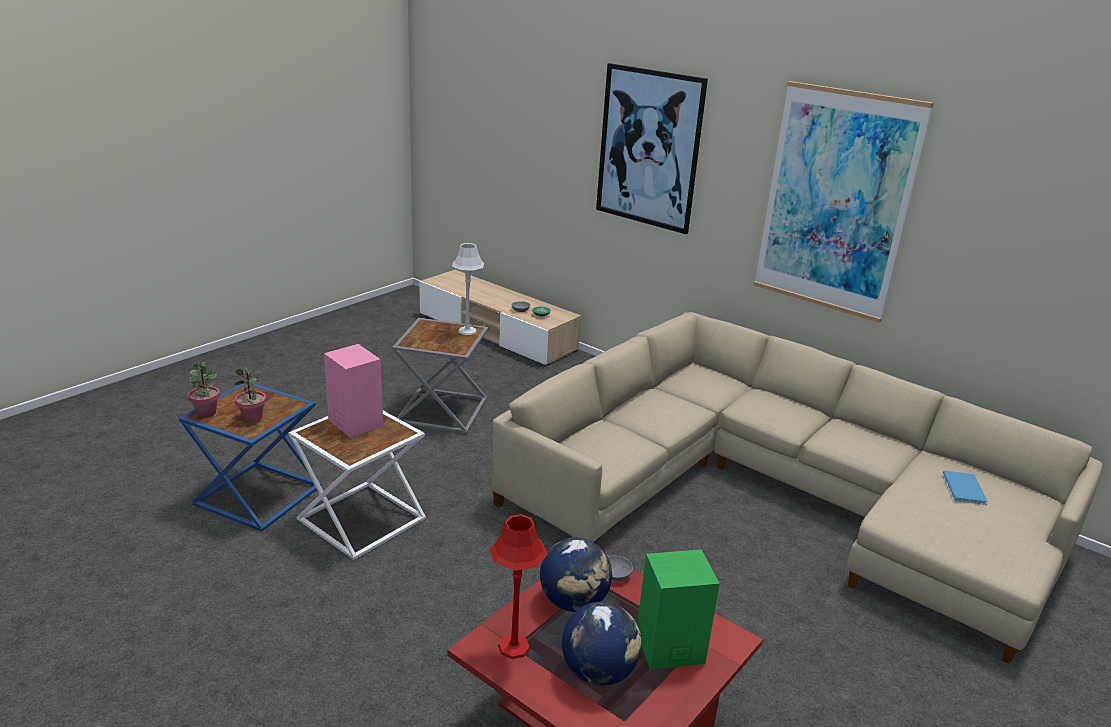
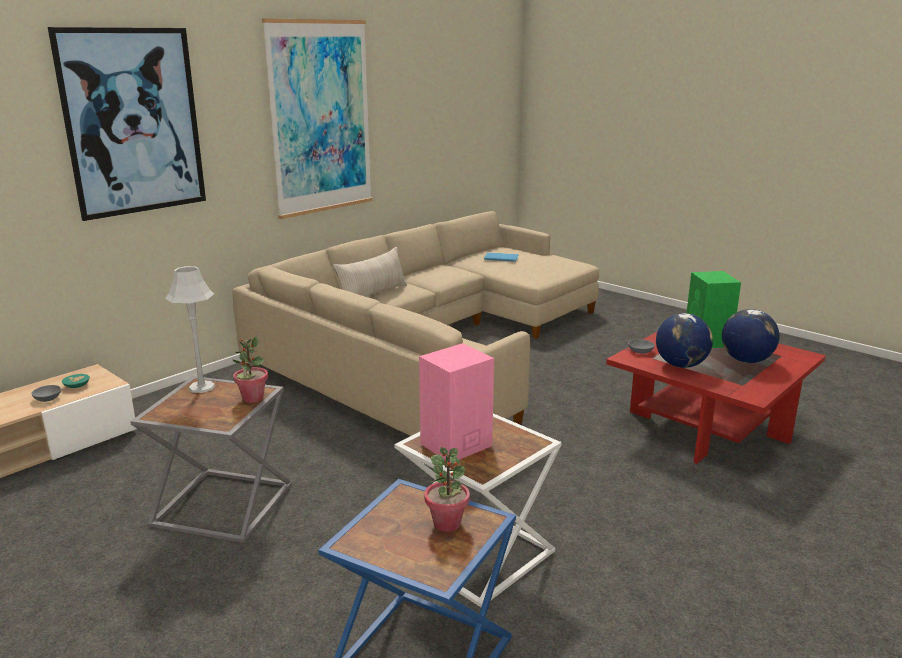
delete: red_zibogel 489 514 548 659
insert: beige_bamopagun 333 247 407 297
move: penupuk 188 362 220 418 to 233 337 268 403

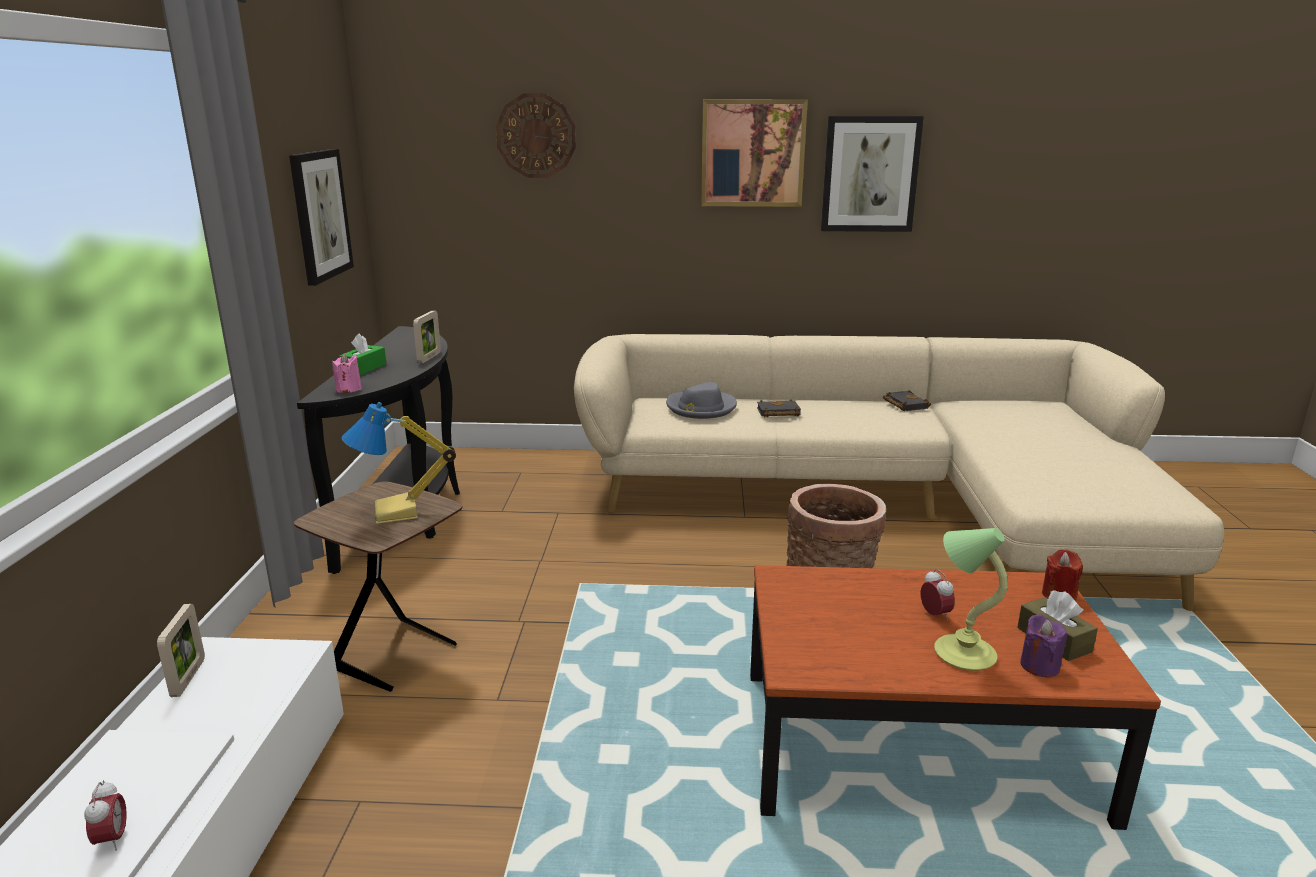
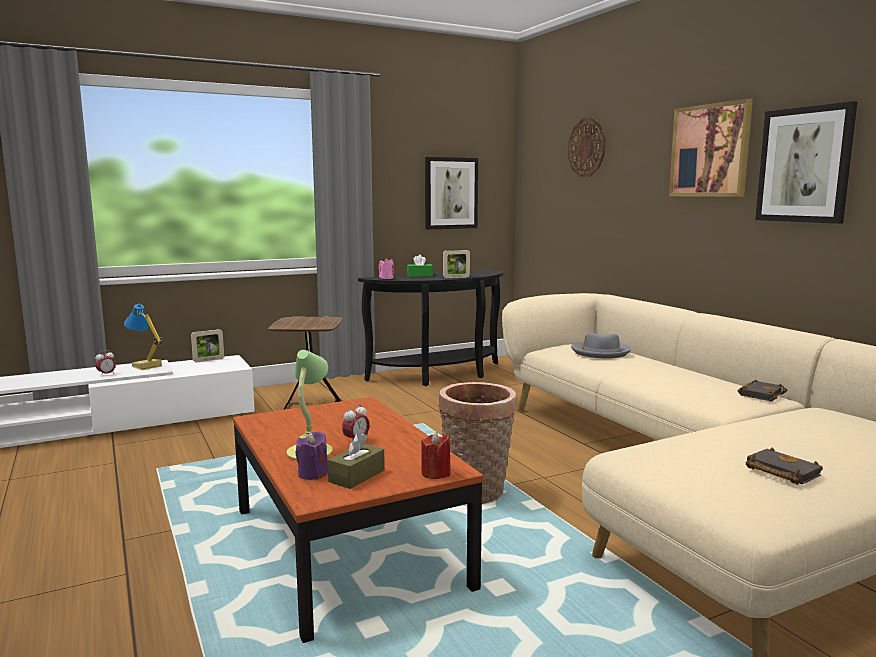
move: zibogel 341 402 456 524 to 124 304 163 370; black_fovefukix 757 399 801 417 to 745 448 823 485

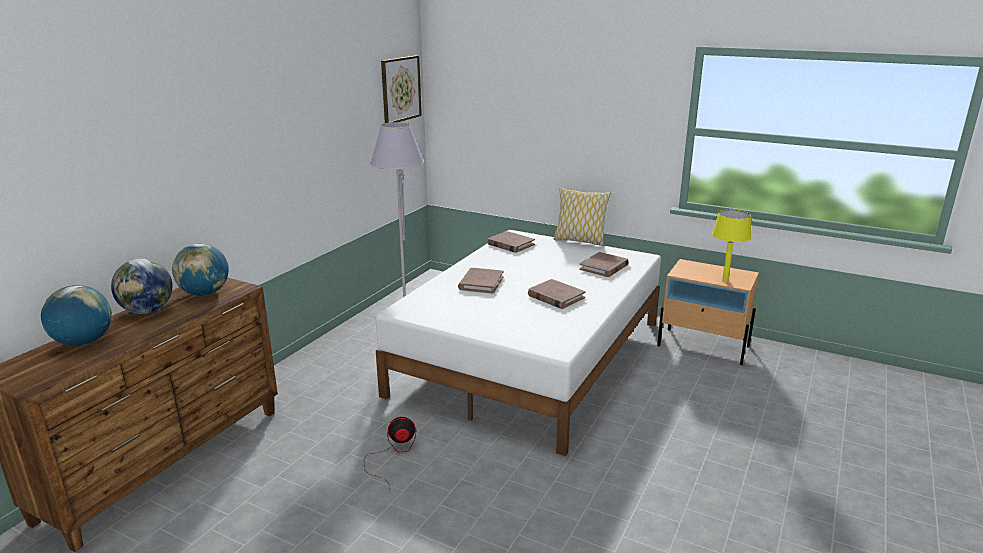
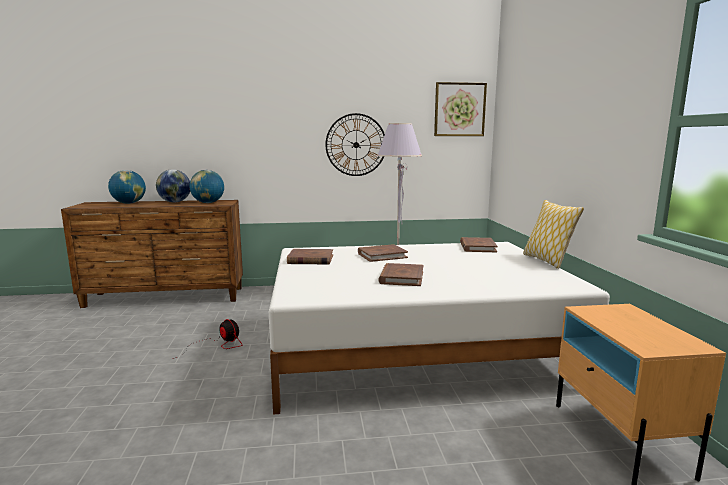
delete: yellow_zibogel 712 210 752 282
insert: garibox 325 113 385 176
move: brown_fovefukix 579 252 629 277 to 287 249 333 264

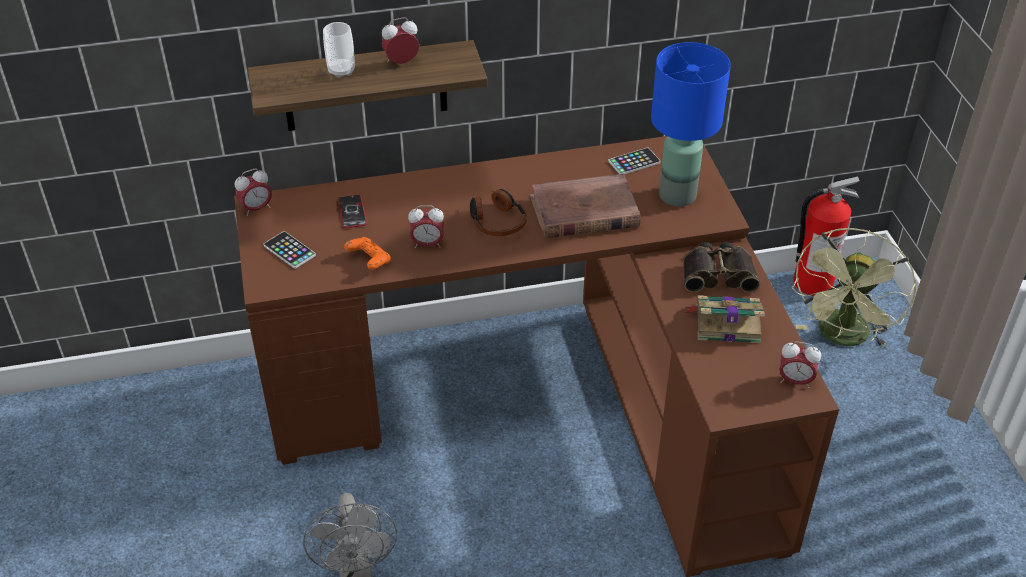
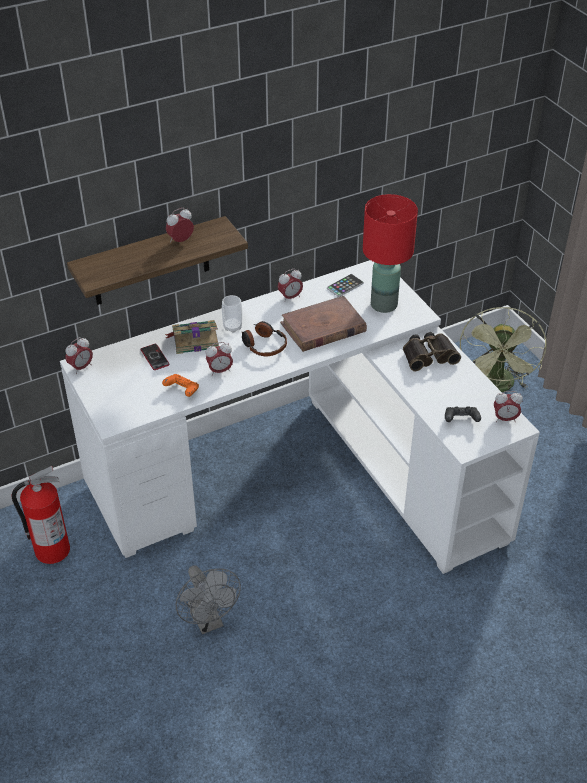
delete: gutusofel 263 231 316 269
insert: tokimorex 278 269 303 302; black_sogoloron 445 406 481 422
move: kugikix 323 22 355 78 to 222 295 242 333; fovefukix 685 295 765 343 to 165 320 219 354; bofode 793 177 860 296 to 12 466 70 564
recolor: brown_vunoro 234 136 839 577 to white_vunoro 60 260 540 574; blue_zibogel 651 42 731 206 to red_zibogel 363 194 418 313

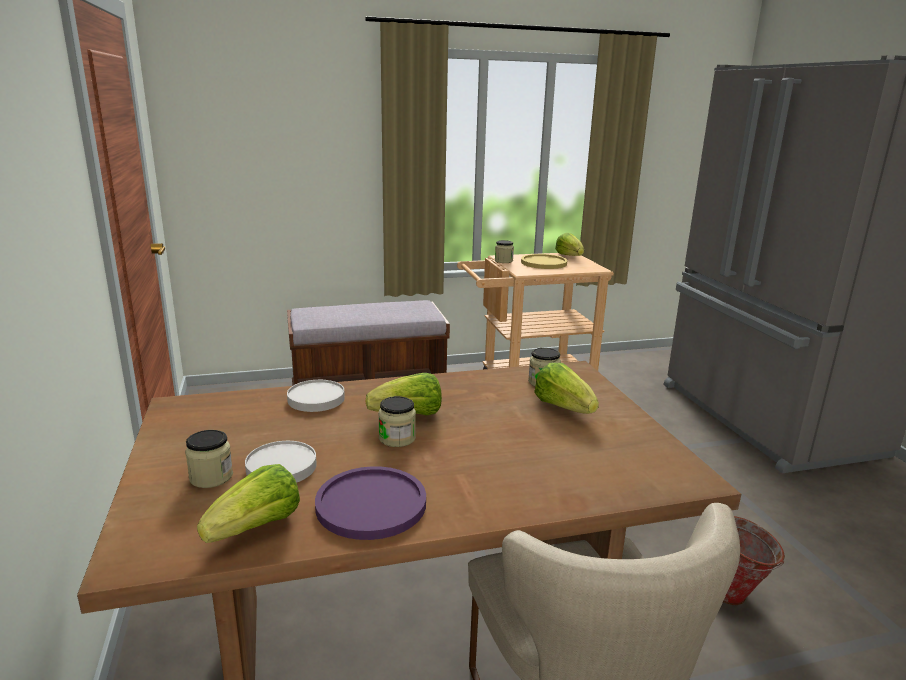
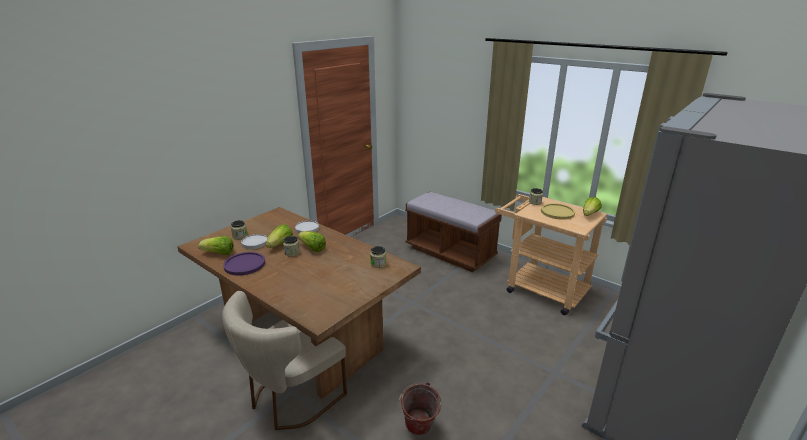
move: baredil 534 363 599 414 to 266 224 293 248

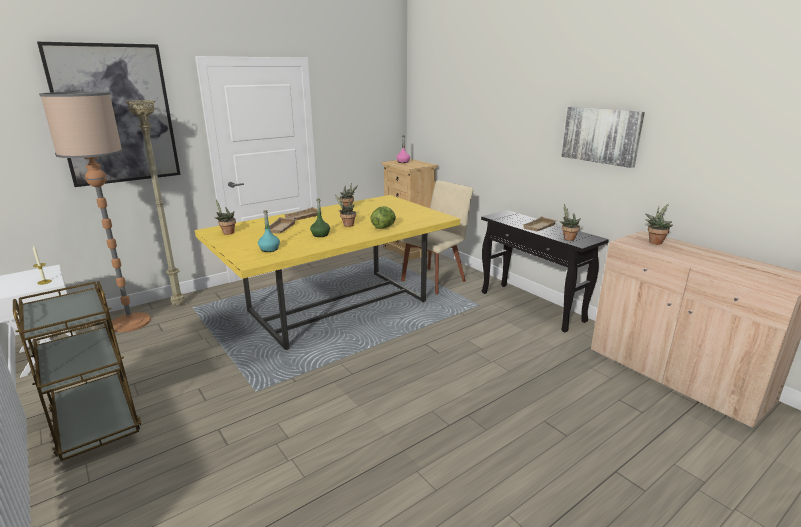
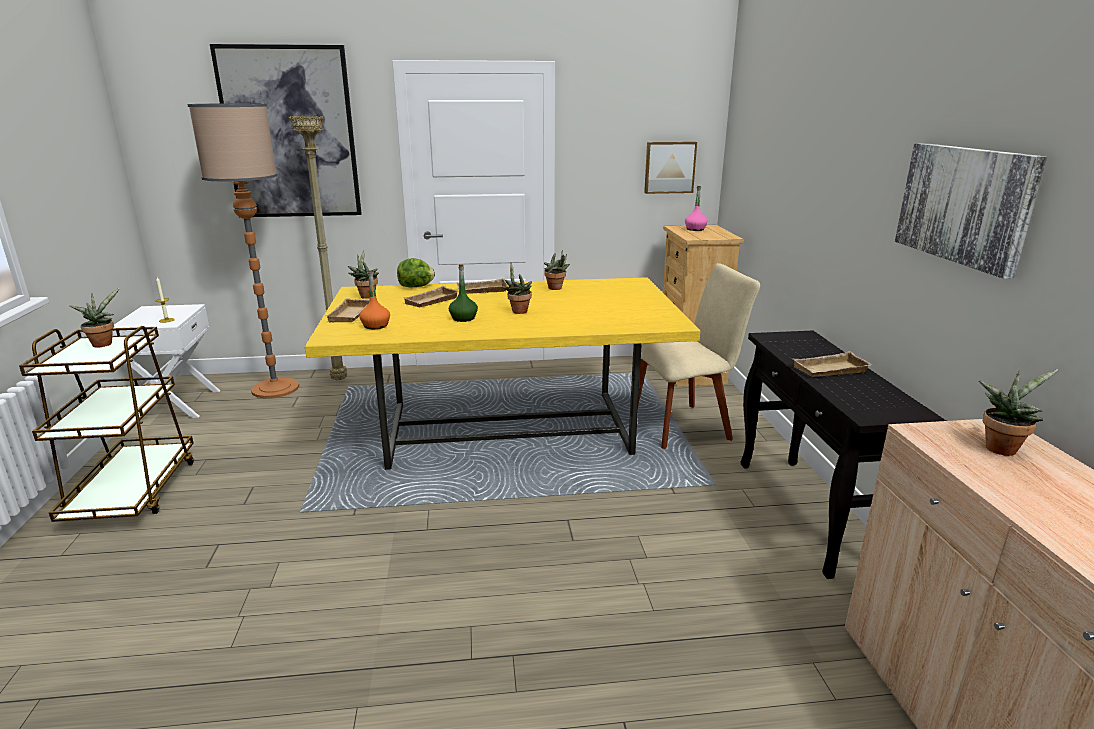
insert: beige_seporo 327 298 370 322; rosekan 644 142 697 194
move: baredil 370 206 396 229 to 397 258 435 287; penupuk 560 204 581 241 to 70 288 120 348
recolor: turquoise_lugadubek 258 210 280 252 to orange_lugadubek 359 270 390 329

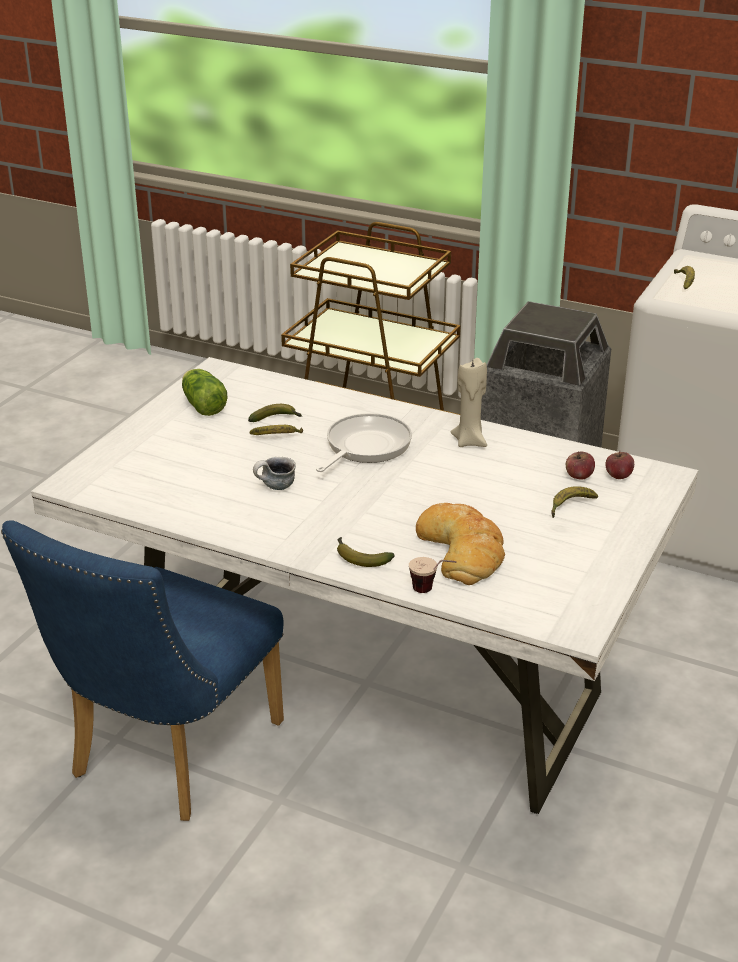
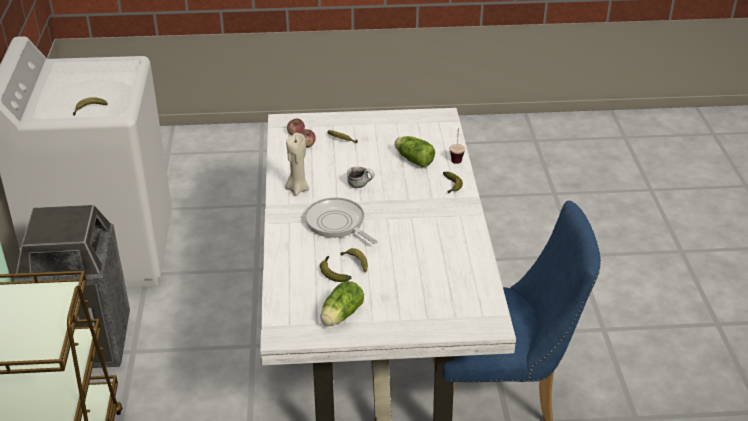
move: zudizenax 253 457 296 490 to 347 167 374 188
replace: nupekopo 416 503 505 585 to baredil 394 136 435 167
rotate: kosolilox 316 413 412 472 = 305 198 378 244 45 degrees clockwise

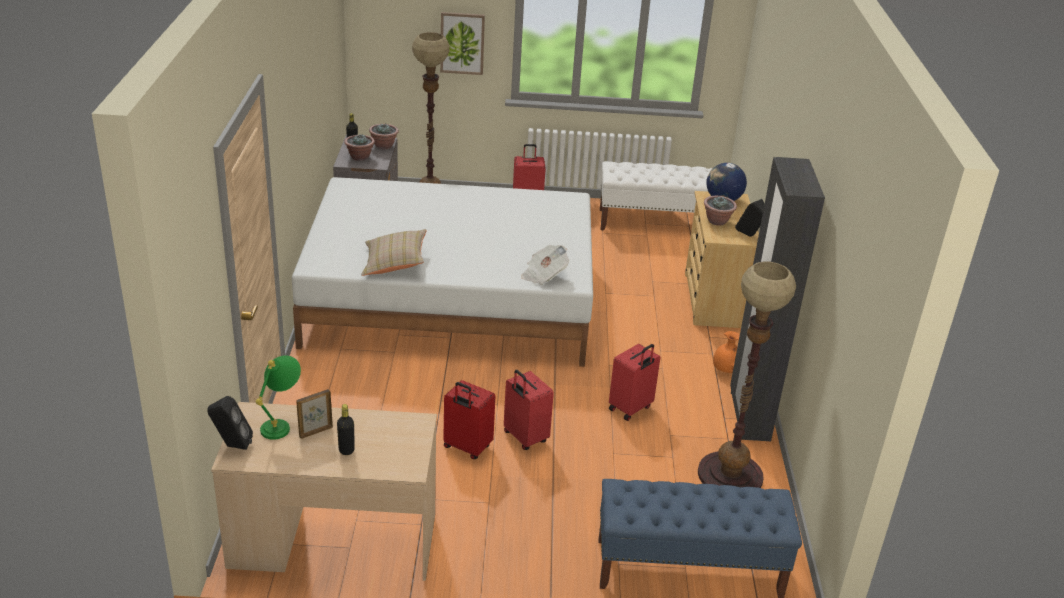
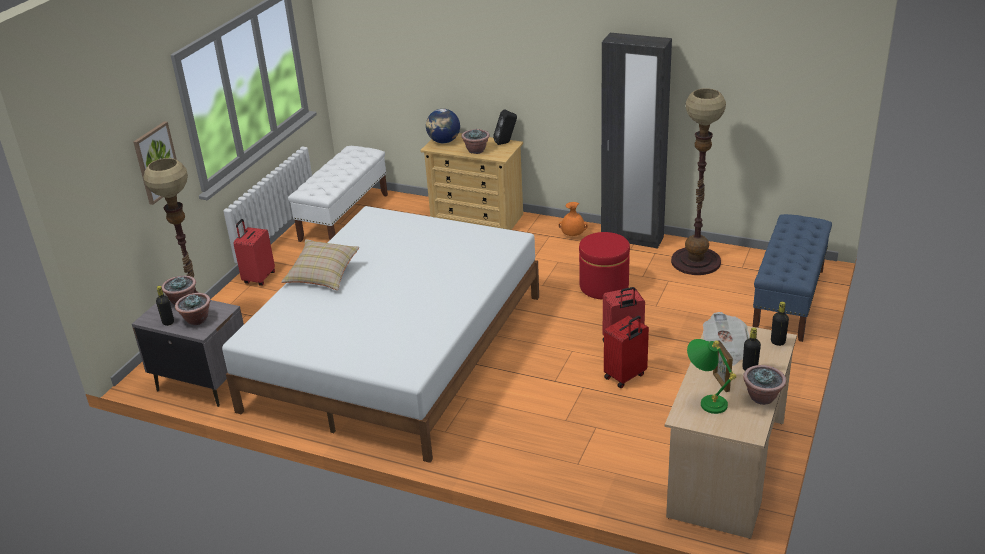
delete: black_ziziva 207 396 253 450
insert: penupuk 743 365 786 405; black_lugadubek 771 302 789 346
move: beige_bamopagun 361 229 427 276 to 281 239 359 290; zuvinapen 521 245 569 285 to 703 312 749 366
replace: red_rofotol 609 344 660 421 to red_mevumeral 579 232 630 300

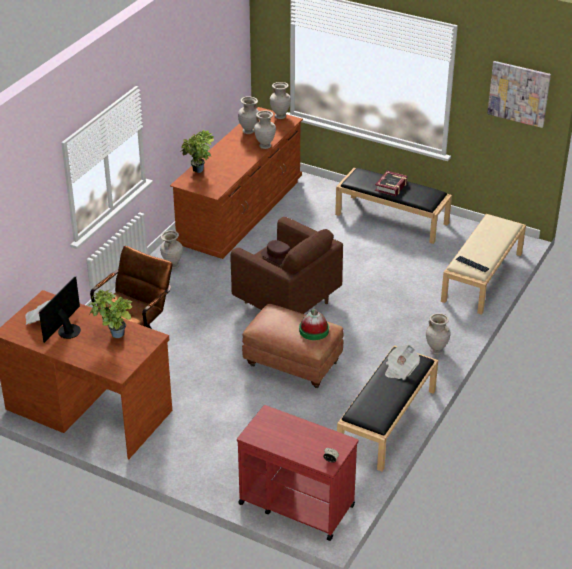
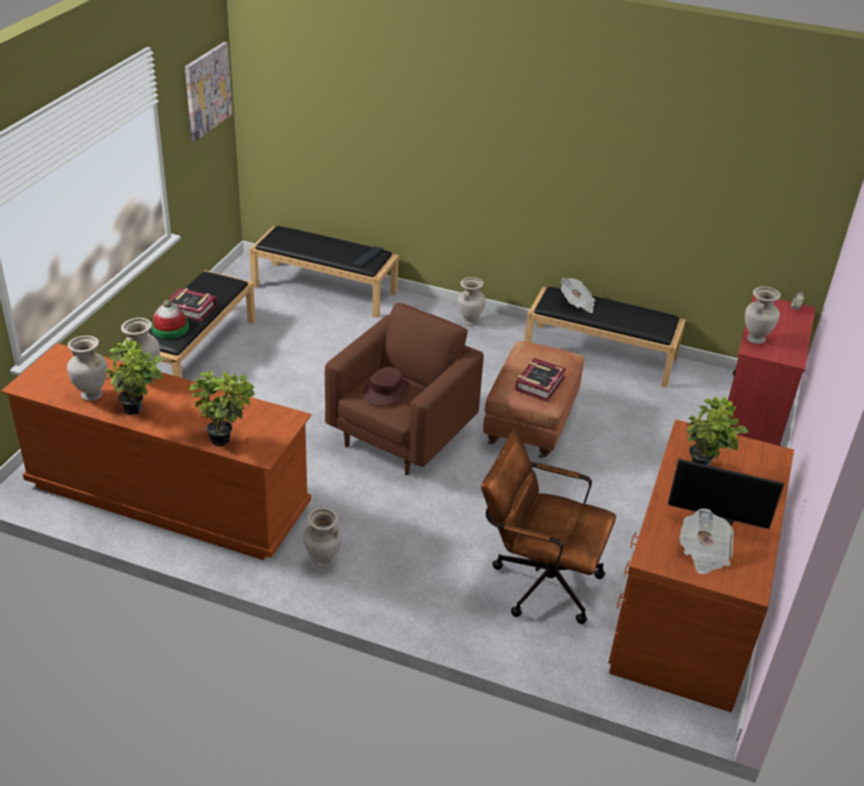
insert: penupuk 106 339 164 415; fovefukix 515 358 566 401
move: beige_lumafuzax 270 82 291 119 to 745 287 781 344; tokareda 299 309 329 340 to 151 300 189 339
recolor: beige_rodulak 441 214 526 315 to black_rodulak 249 226 399 318

